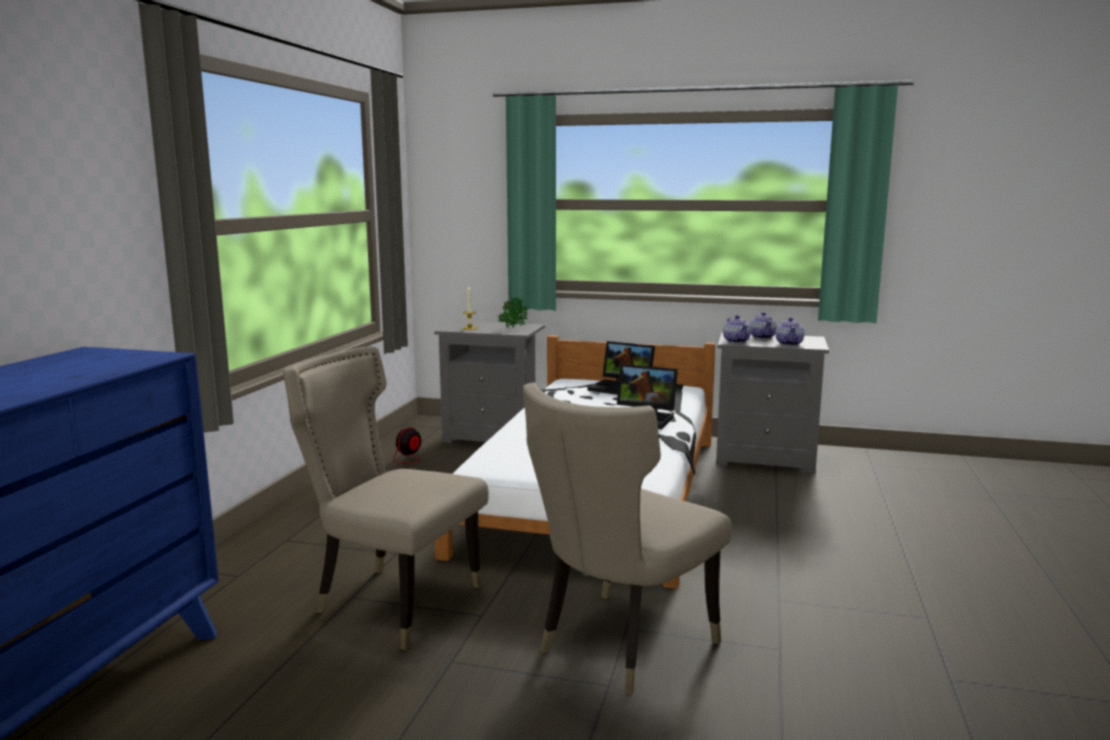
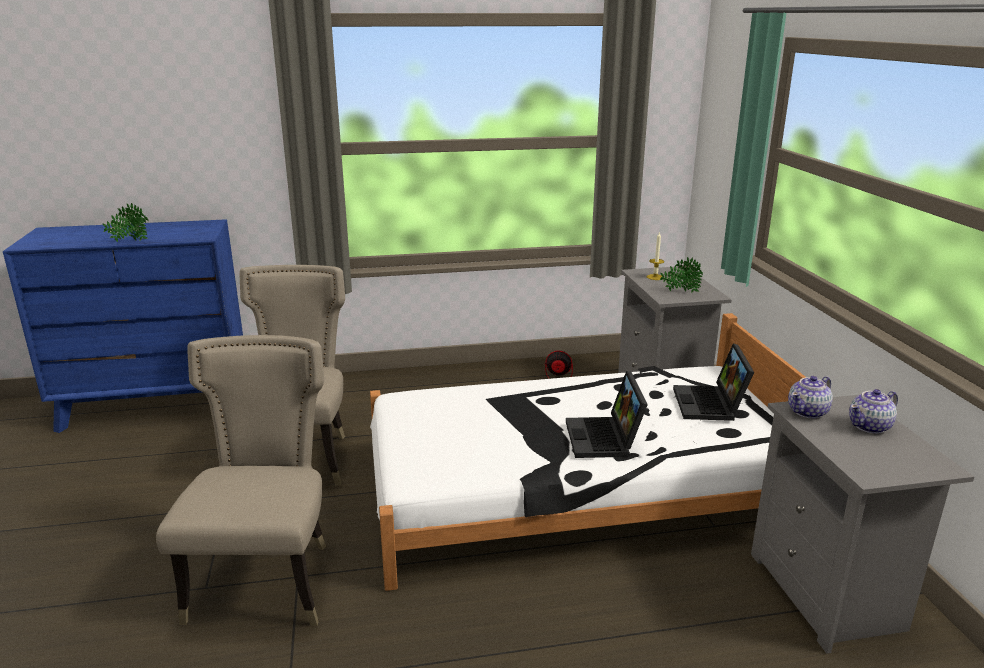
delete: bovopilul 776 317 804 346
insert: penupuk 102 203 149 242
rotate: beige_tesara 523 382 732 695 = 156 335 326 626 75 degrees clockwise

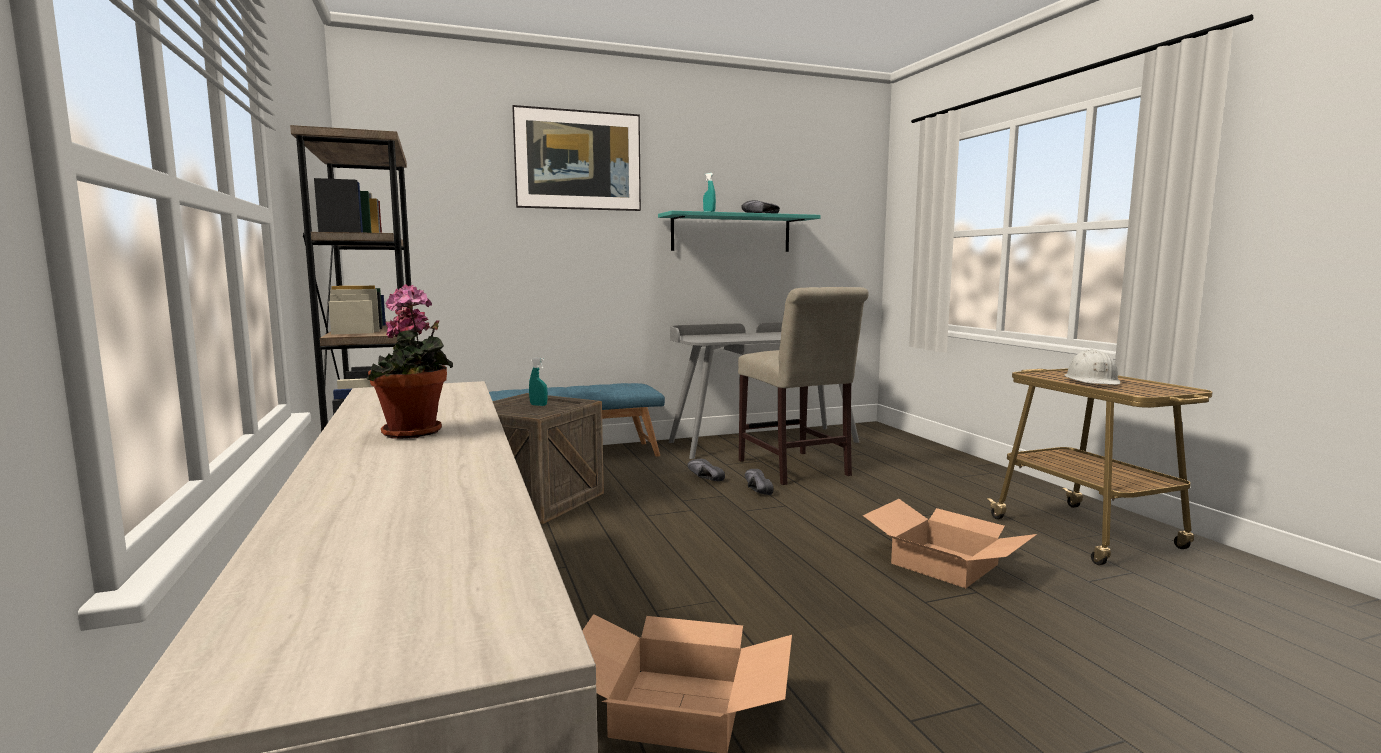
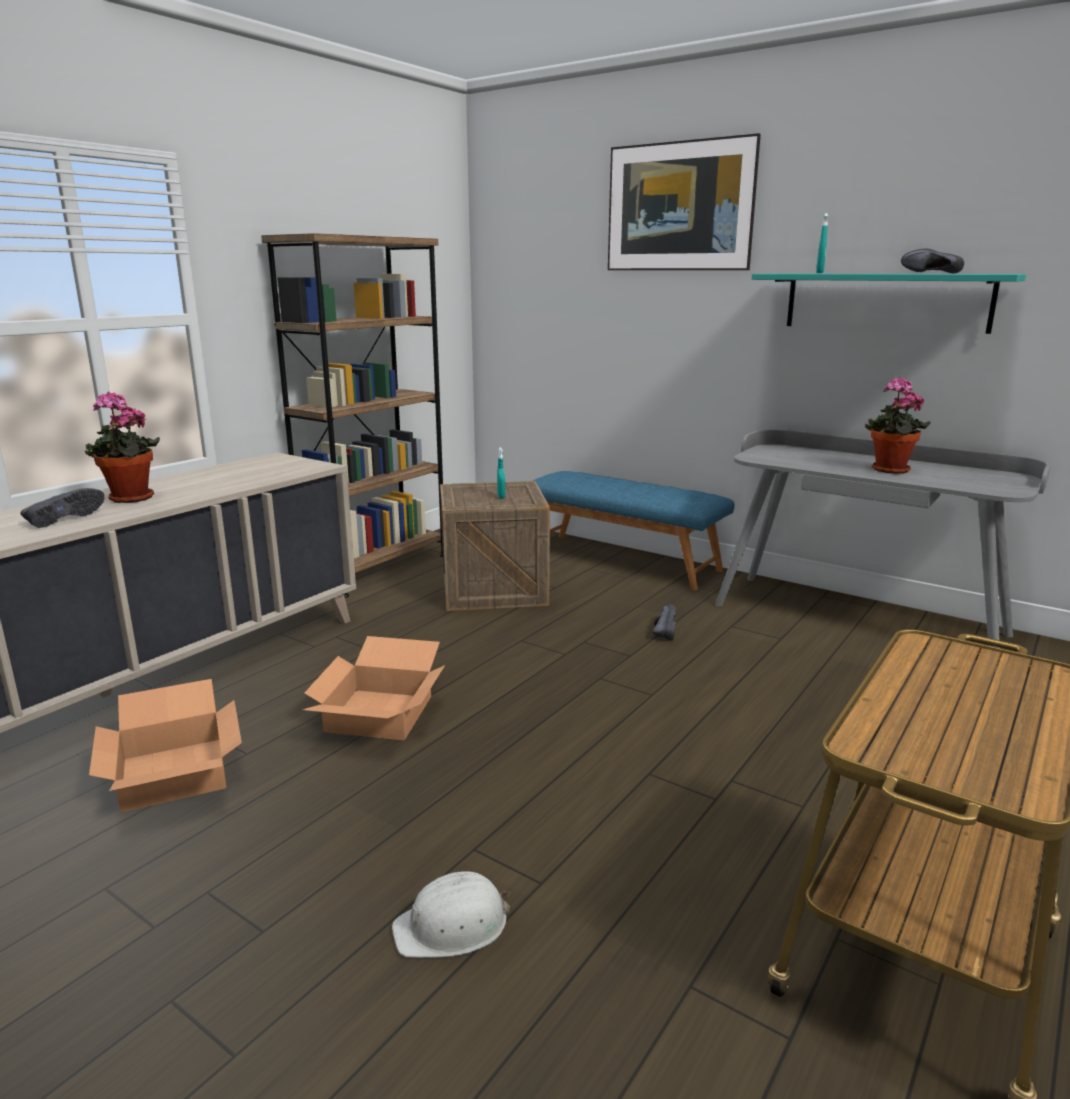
delete: beige_tesara 738 287 869 485
insert: penupuk 865 378 931 474
move: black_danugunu 745 469 774 495 to 20 488 104 528; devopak 863 499 1037 588 to 302 636 445 740; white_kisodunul 1065 350 1121 385 to 392 871 510 958

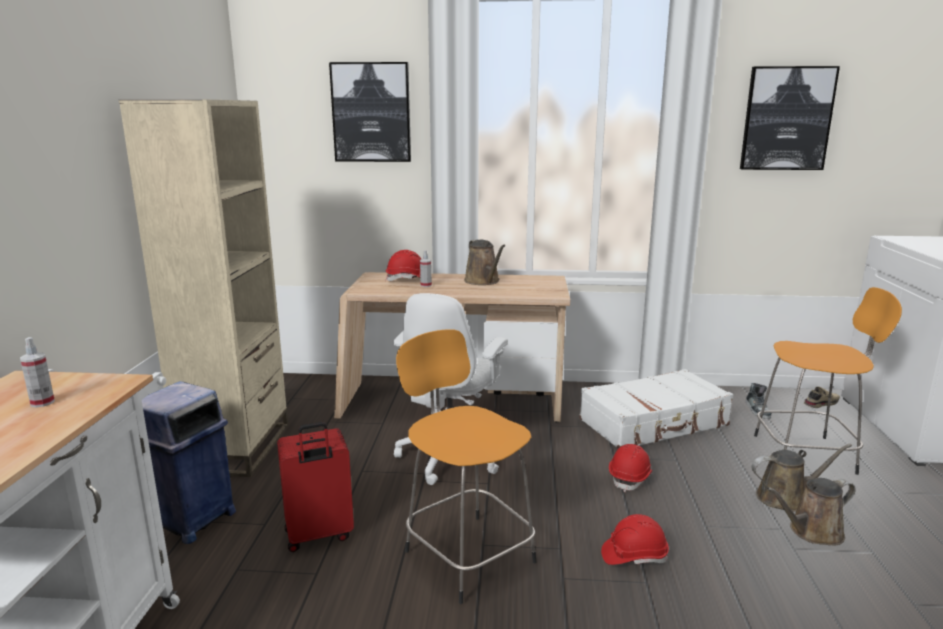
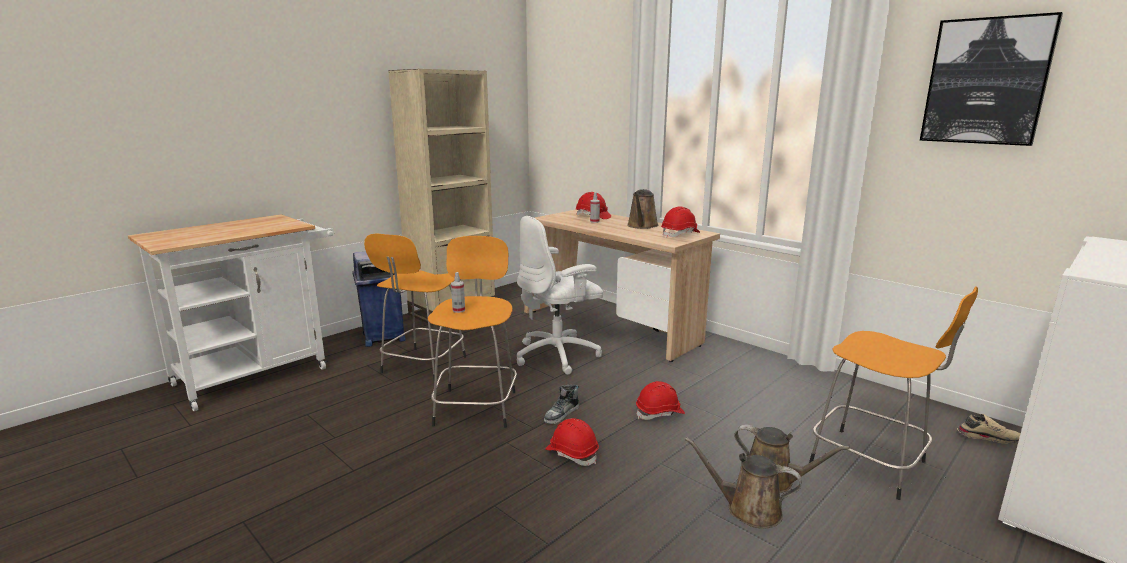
delete: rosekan 329 62 411 162; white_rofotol 579 369 733 449
insert: red_kisodunul 661 207 700 238
move: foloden 20 337 55 407 to 451 272 465 313; danugunu 746 383 771 419 to 544 385 579 424
replace: red_rofotol 277 422 354 552 to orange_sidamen 364 234 466 380

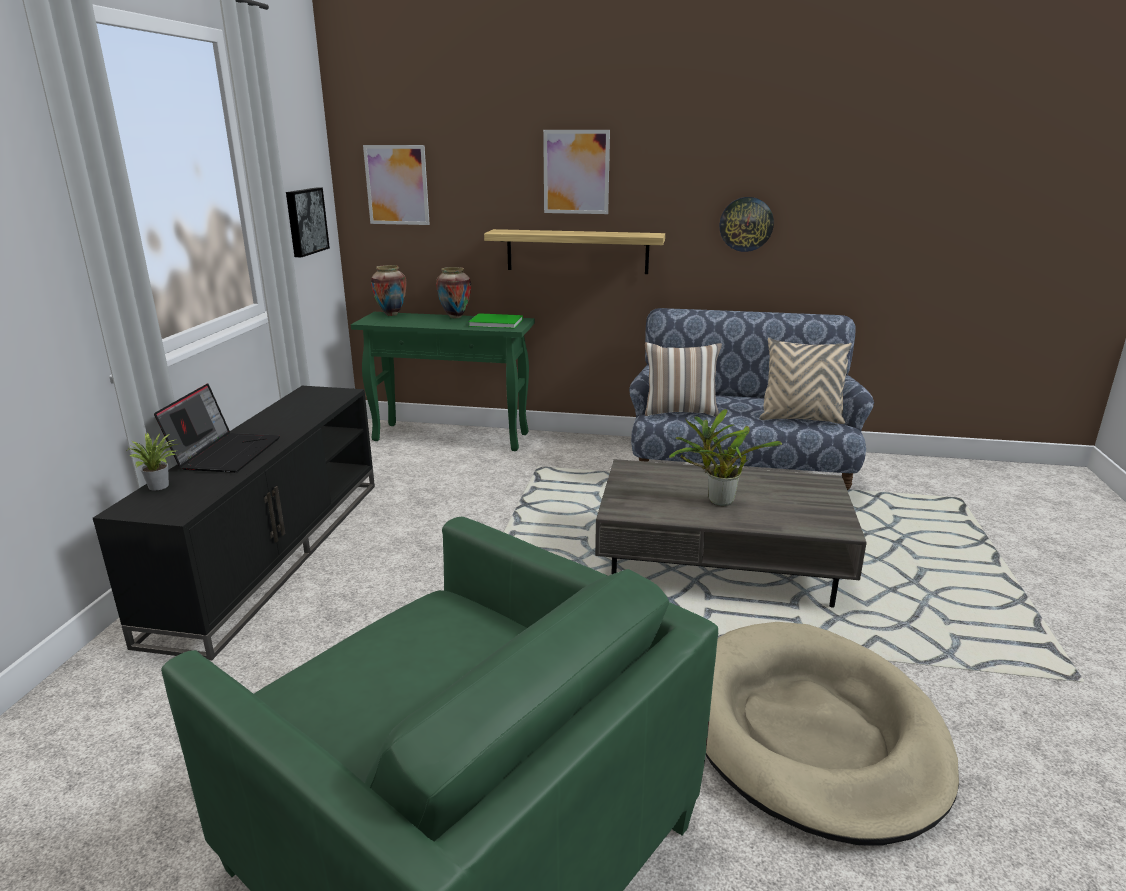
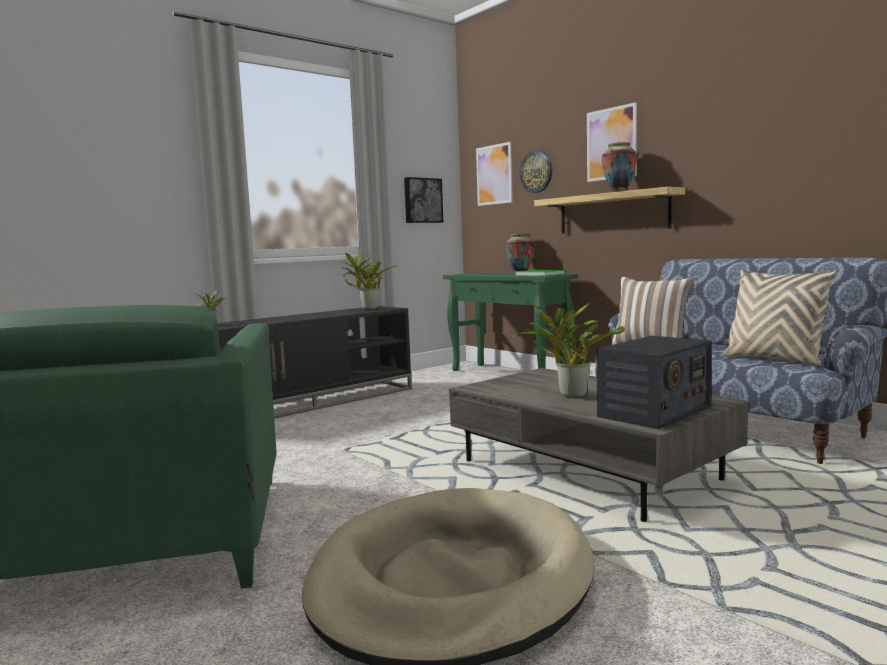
delete: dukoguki 154 383 280 473
insert: penupuk 341 253 398 310; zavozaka 597 336 712 429
move: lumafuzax 371 265 406 316 to 602 142 637 192; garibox 720 197 774 252 to 520 151 552 193

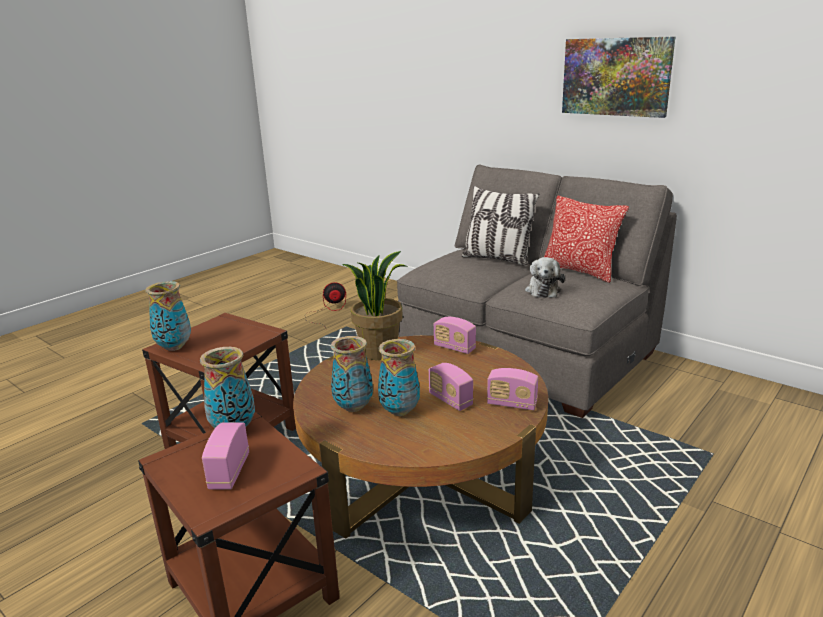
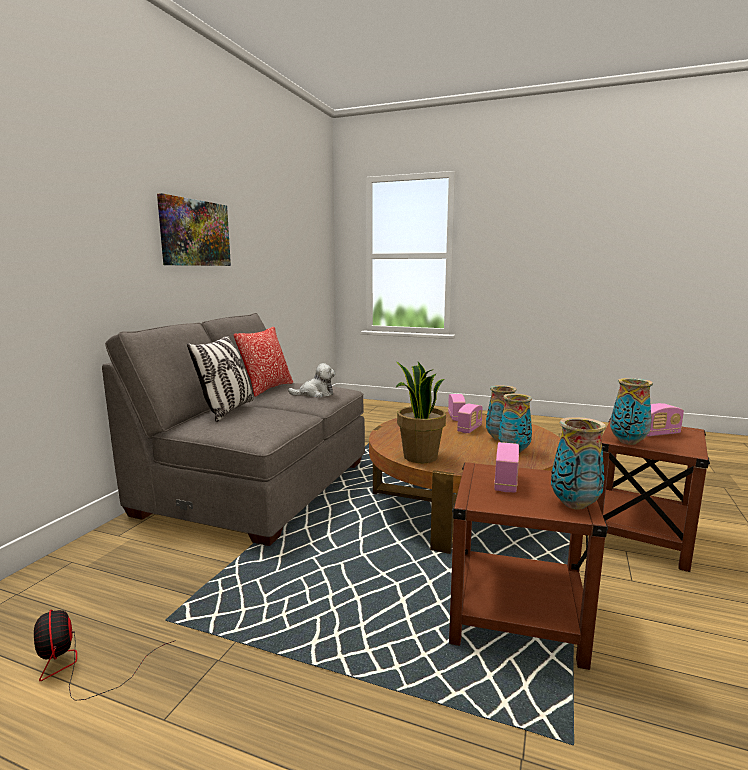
move: zavozaka 434 317 476 354 to 494 442 519 493

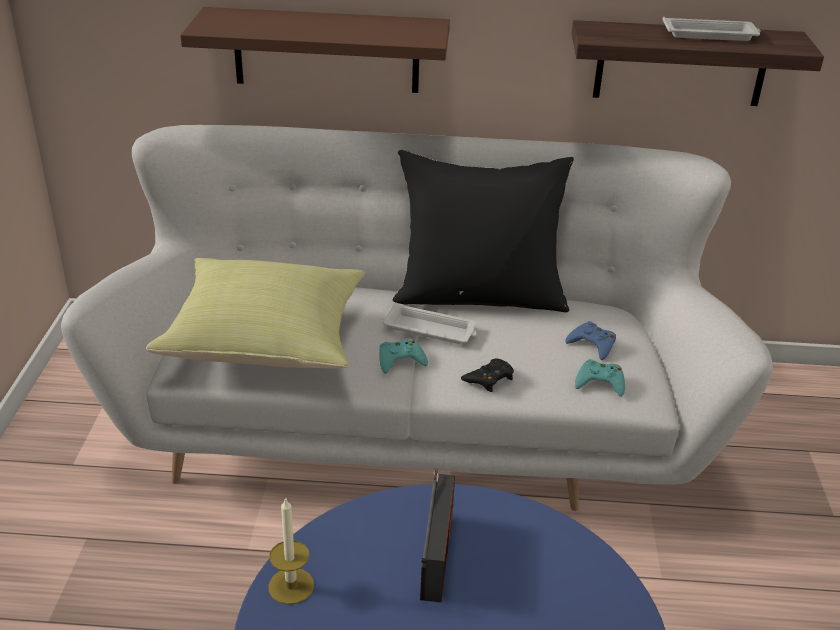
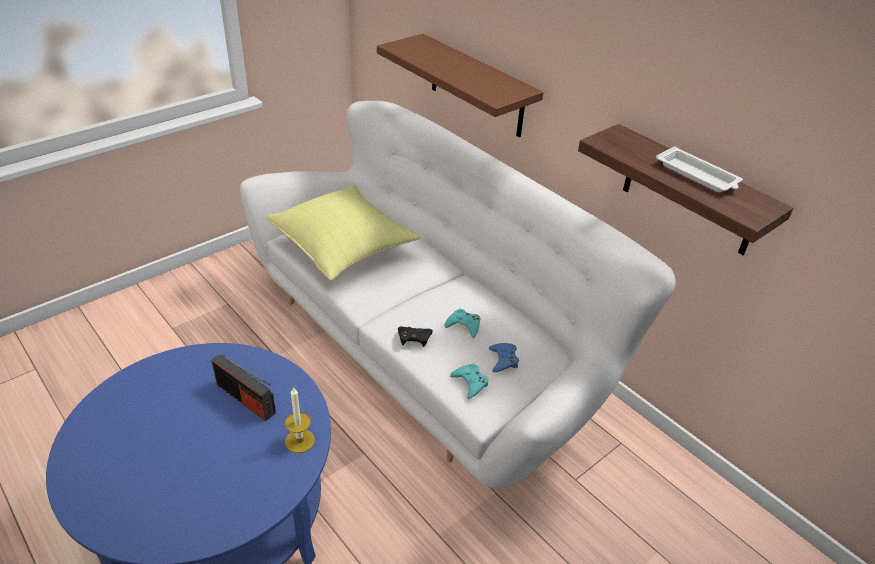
delete: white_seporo 383 303 477 344; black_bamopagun 393 150 574 312
move: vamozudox 269 497 314 605 to 285 387 315 453; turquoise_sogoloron 379 338 428 374 to 445 309 480 338
rotate: zavozaka 420 469 455 603 = 212 354 276 421 75 degrees clockwise

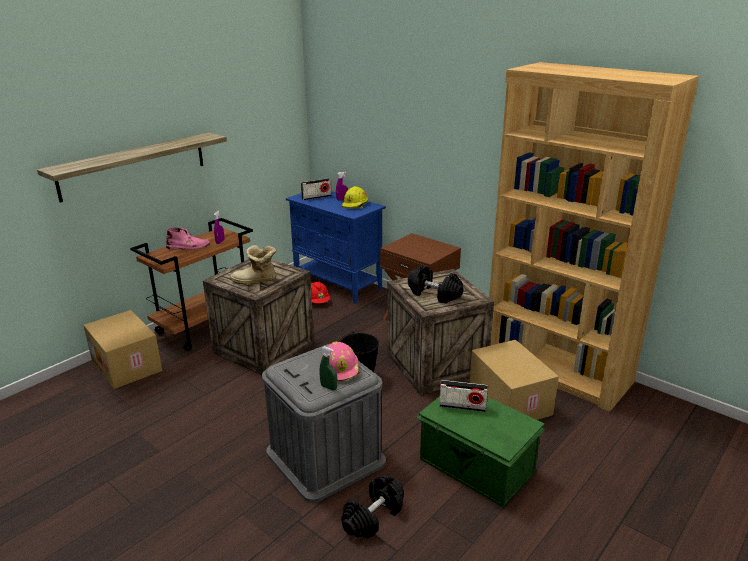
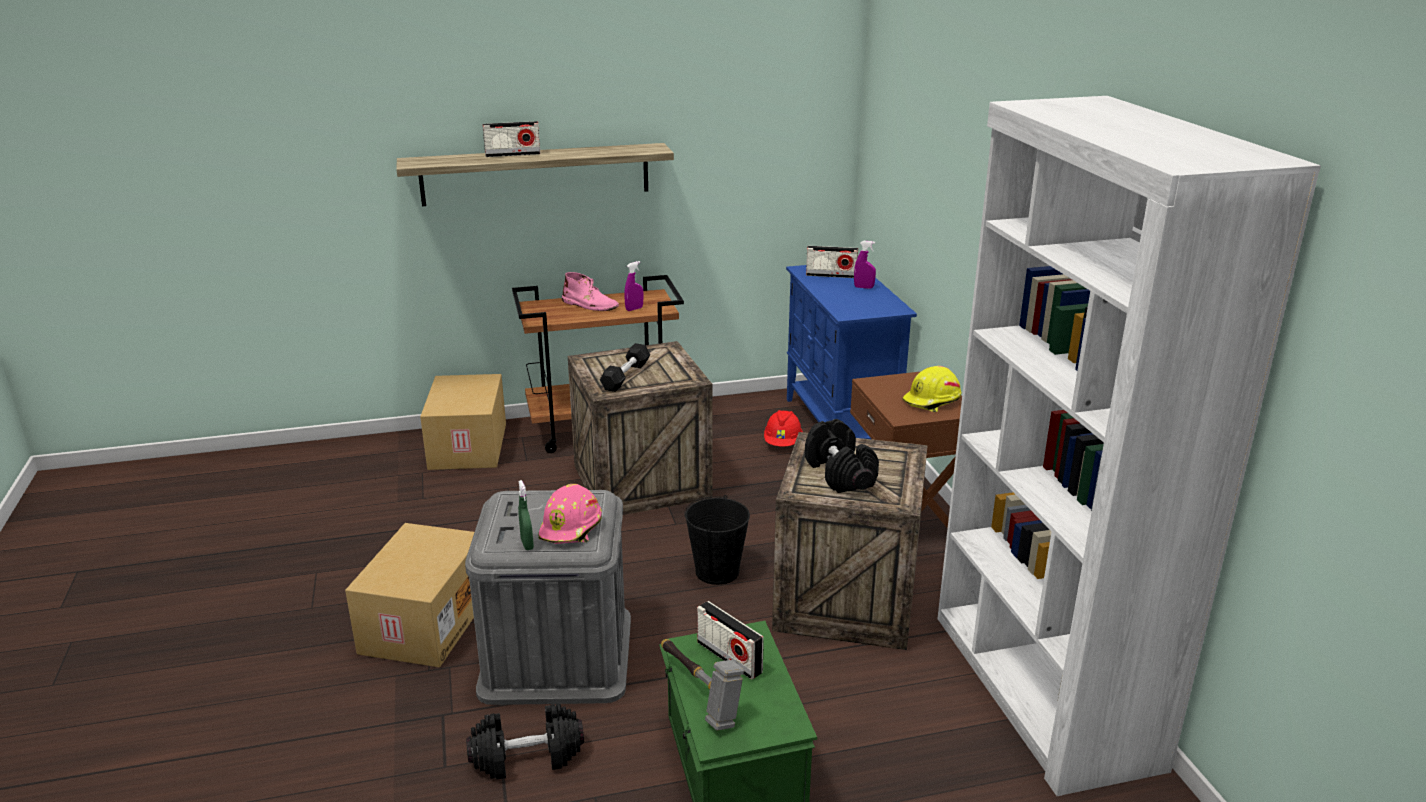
insert: zavozaka 482 121 540 157; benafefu 661 639 744 731
move: yellow_kisodunul 342 186 368 209 to 902 366 962 412; devopak 469 340 559 420 to 345 523 474 667
replace: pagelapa 230 245 277 284 to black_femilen 600 343 650 392
recolor: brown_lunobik 489 62 699 412 to white_lunobik 937 96 1321 796

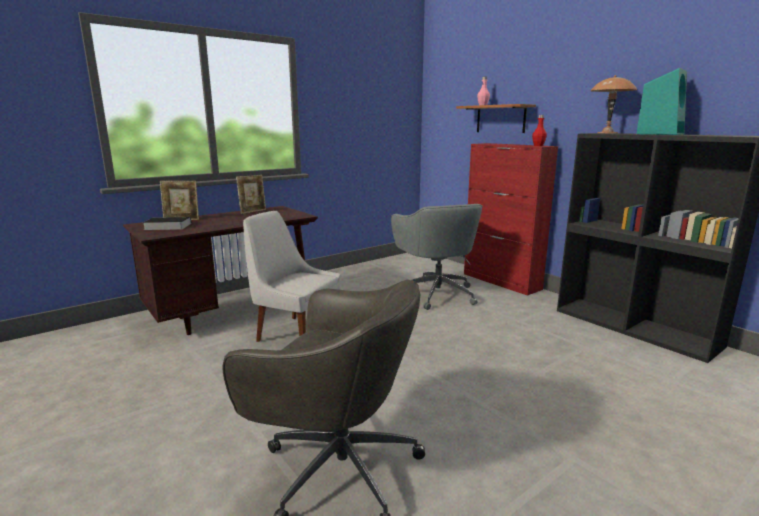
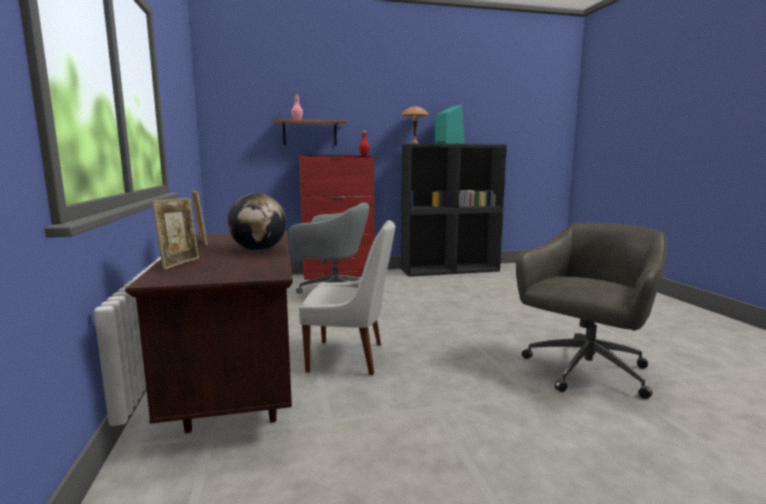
delete: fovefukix 143 217 191 230
insert: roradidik 227 193 286 251
rotate: white_tesara 243 211 341 342 = 299 220 395 375 135 degrees counterclockwise

